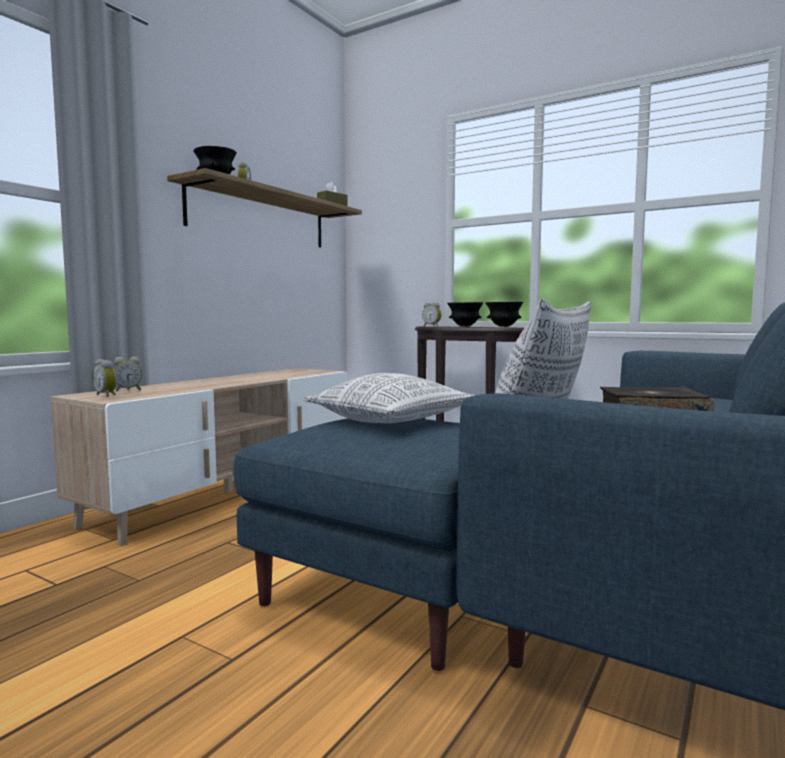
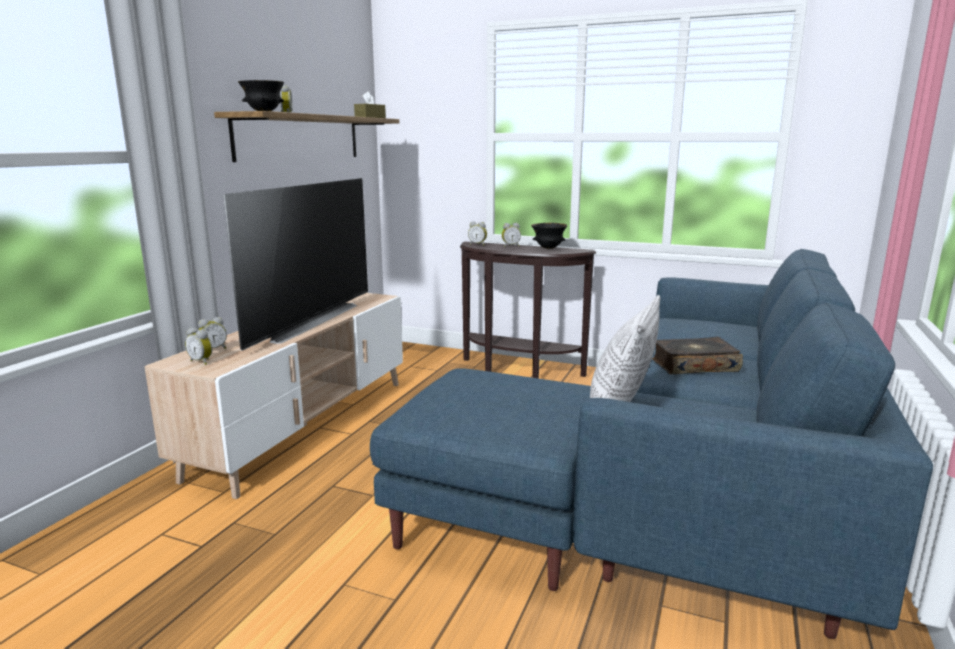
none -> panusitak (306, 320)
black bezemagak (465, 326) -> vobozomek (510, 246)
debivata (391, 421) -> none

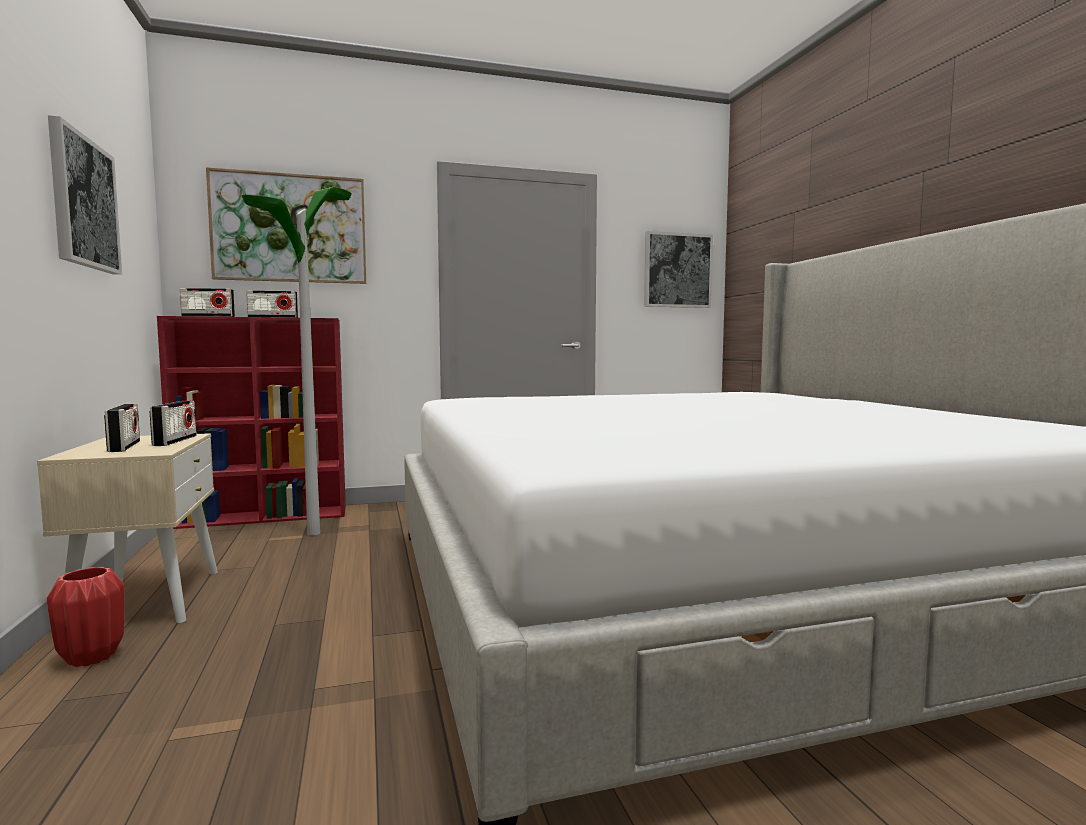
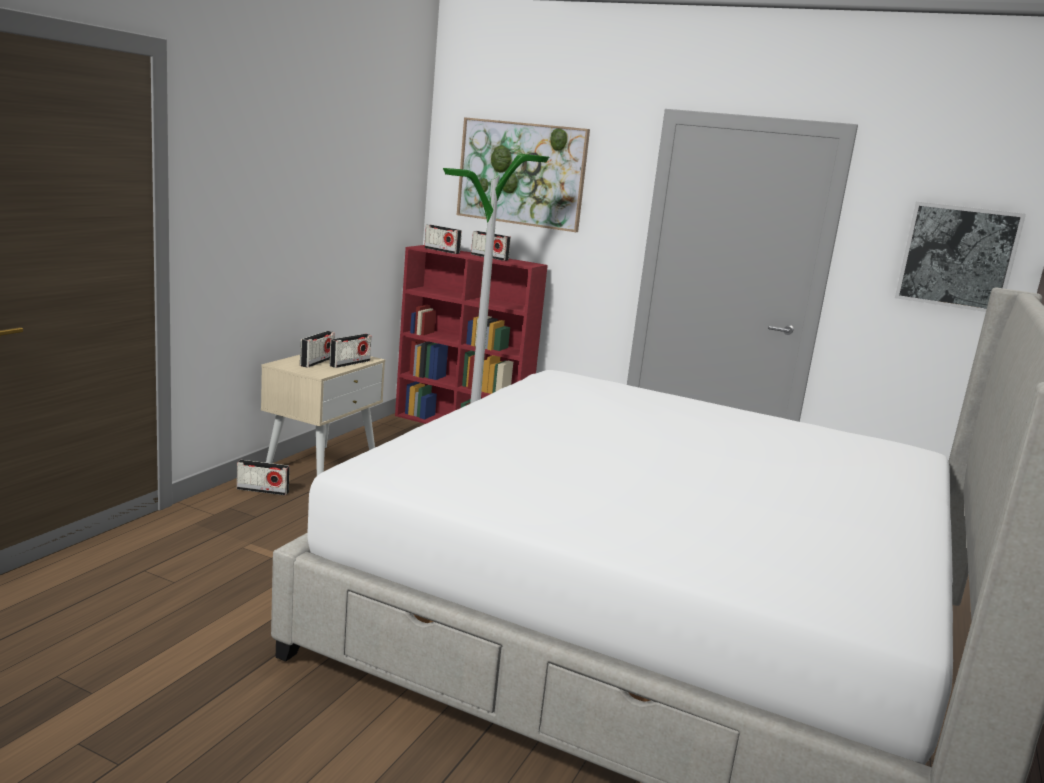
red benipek (92, 657) -> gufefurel (262, 490)
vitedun (83, 203) -> none

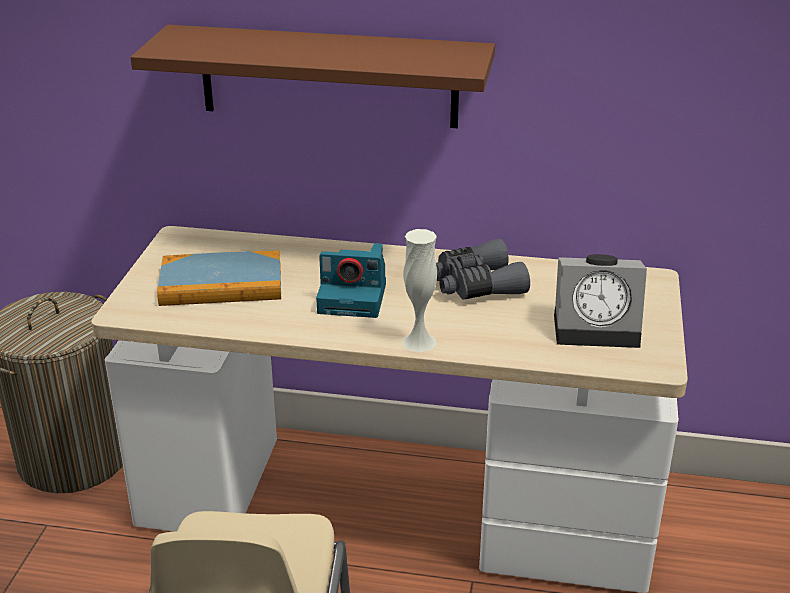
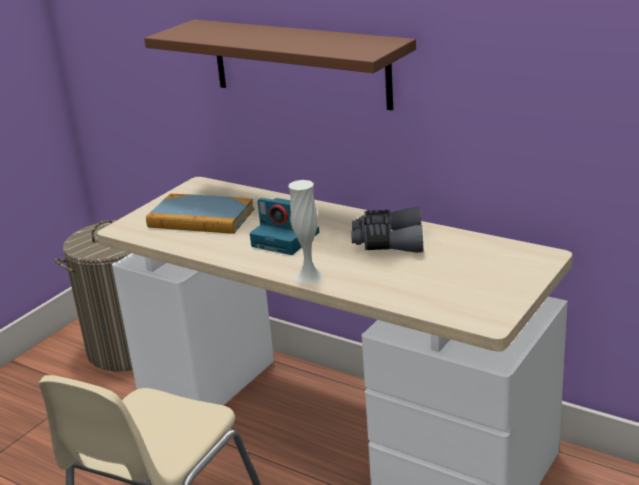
vobozomek (598, 328) -> none

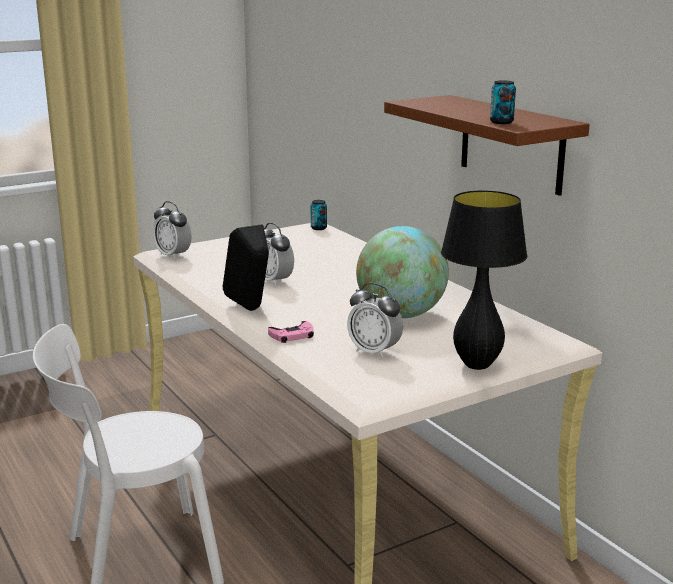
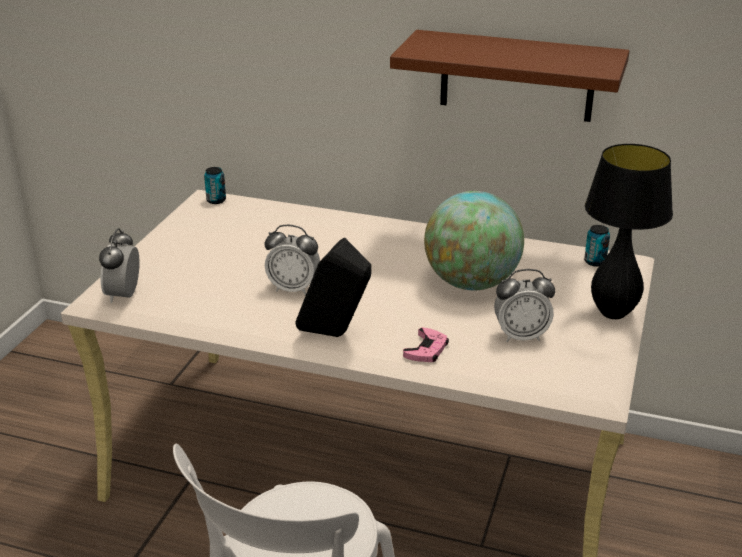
vobozomek (173, 255) -> vobozomek (124, 295), 90 degrees clockwise
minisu (501, 122) -> minisu (595, 262), moved

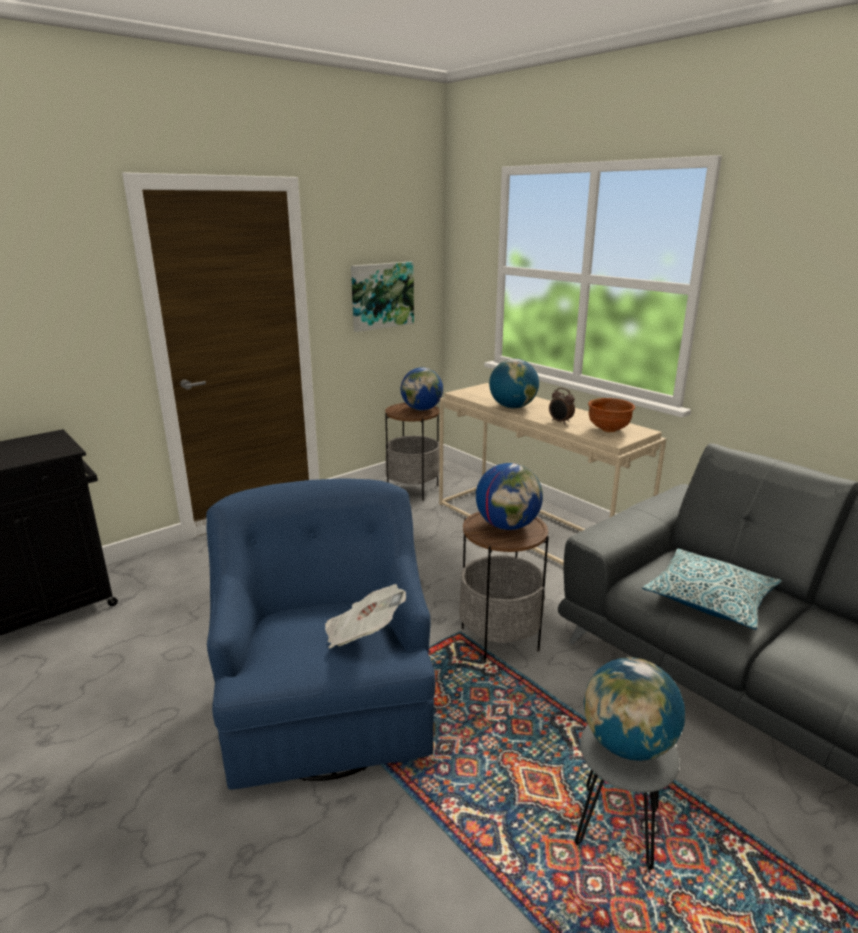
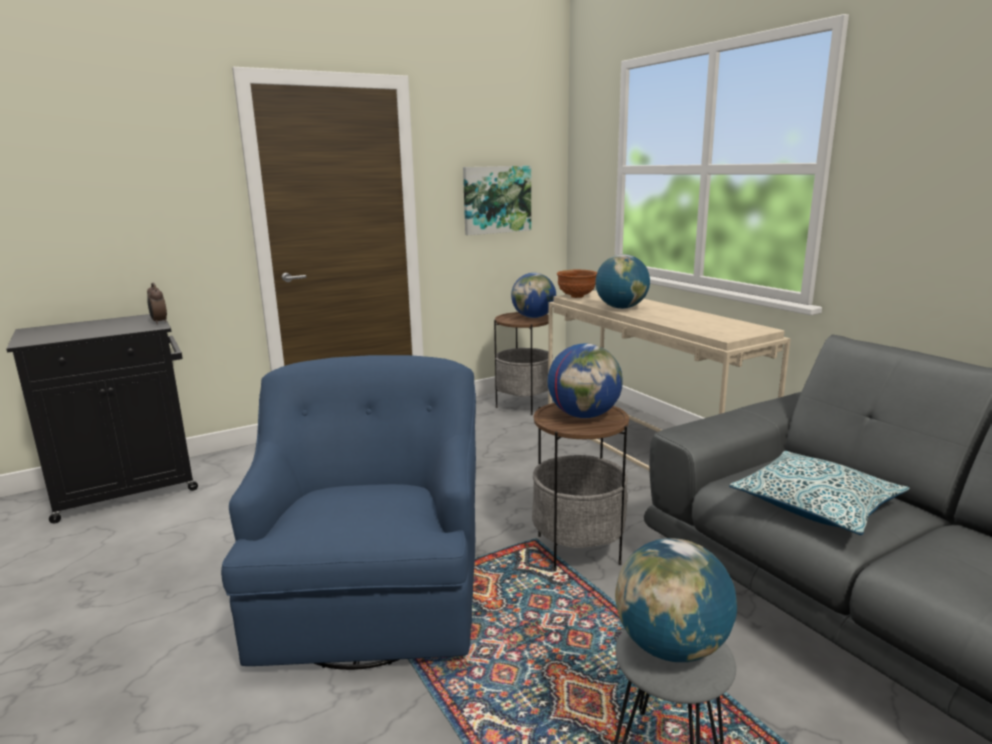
vobozomek (560, 422) -> vobozomek (159, 322), moved
brown bezemagak (608, 430) -> brown bezemagak (576, 296), moved
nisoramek (363, 634) -> none

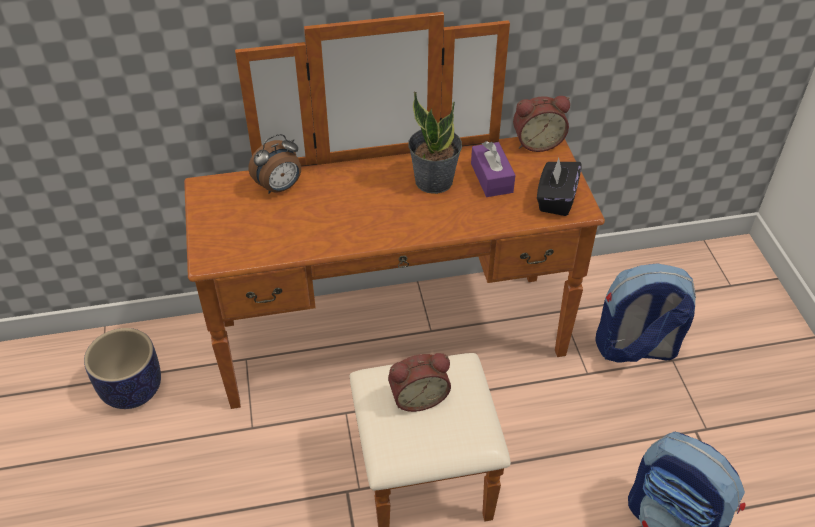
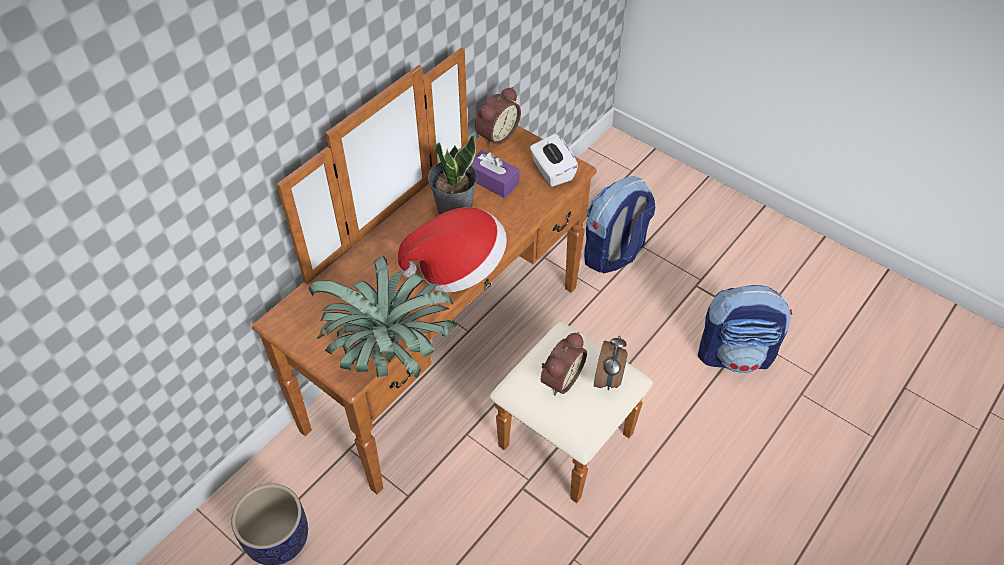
none -> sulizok (390, 348)
none -> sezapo (457, 268)
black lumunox (556, 199) -> white lumunox (552, 171)
vobozomek (280, 188) -> vobozomek (609, 379), moved

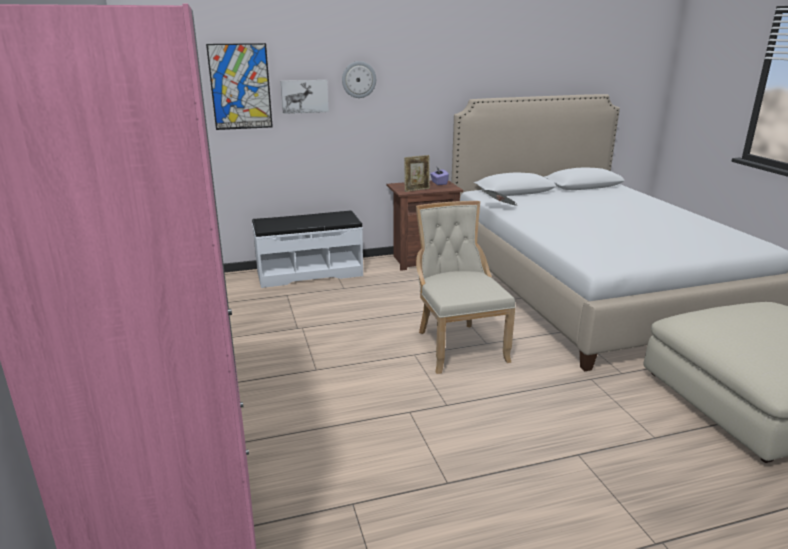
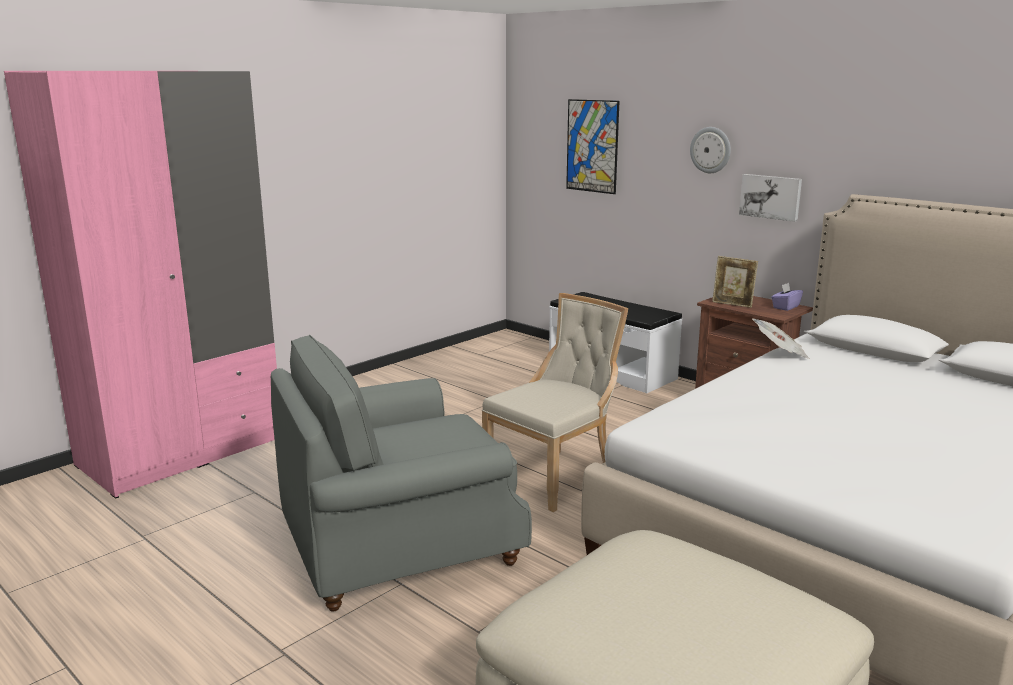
none -> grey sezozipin (399, 545)
vitedun (304, 96) -> vitedun (771, 197), moved

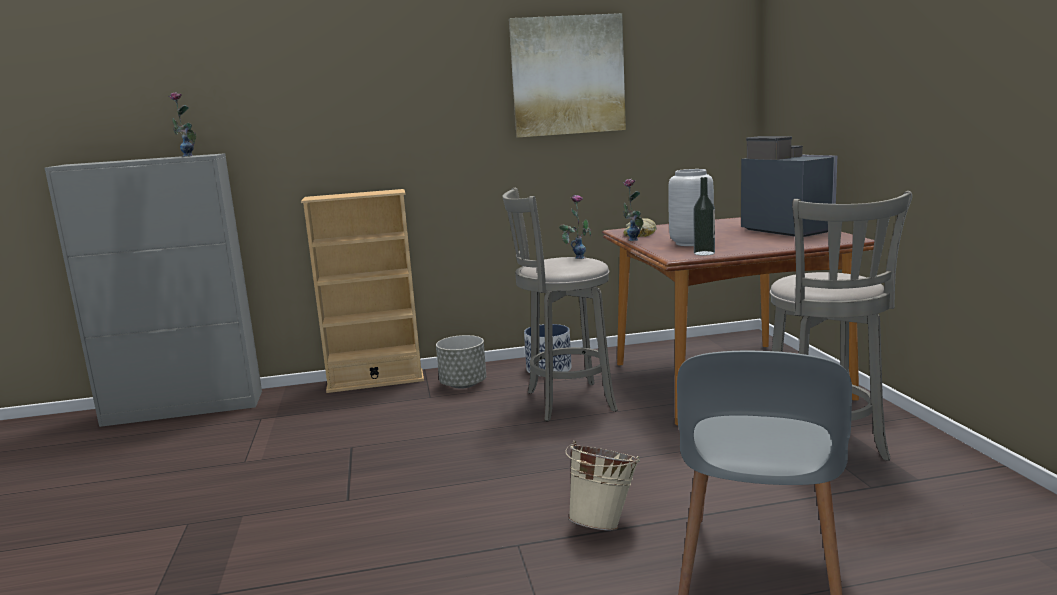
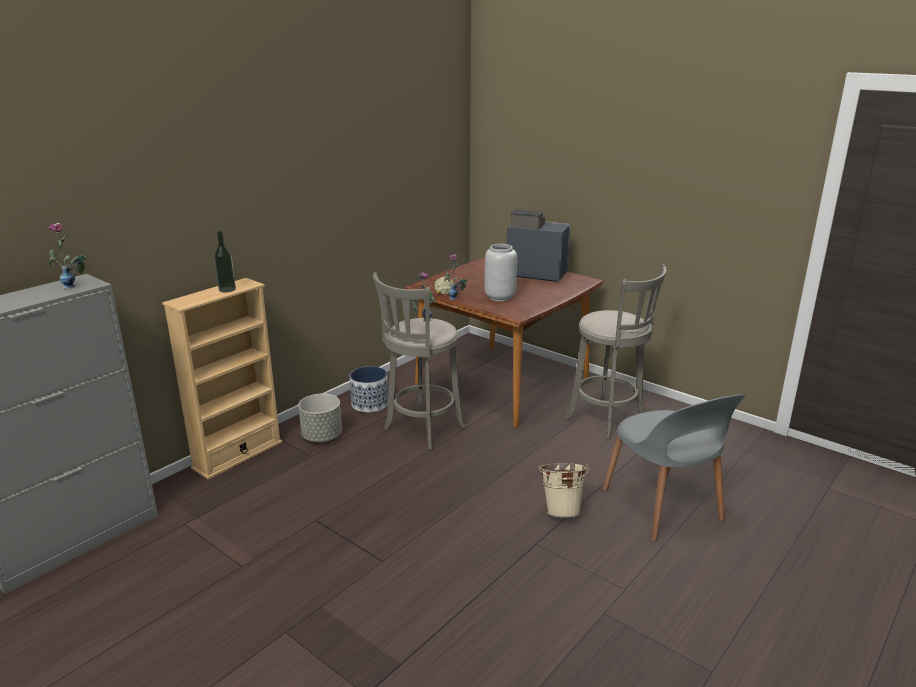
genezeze (704, 253) -> genezeze (227, 289), moved
vitedun (567, 76) -> none

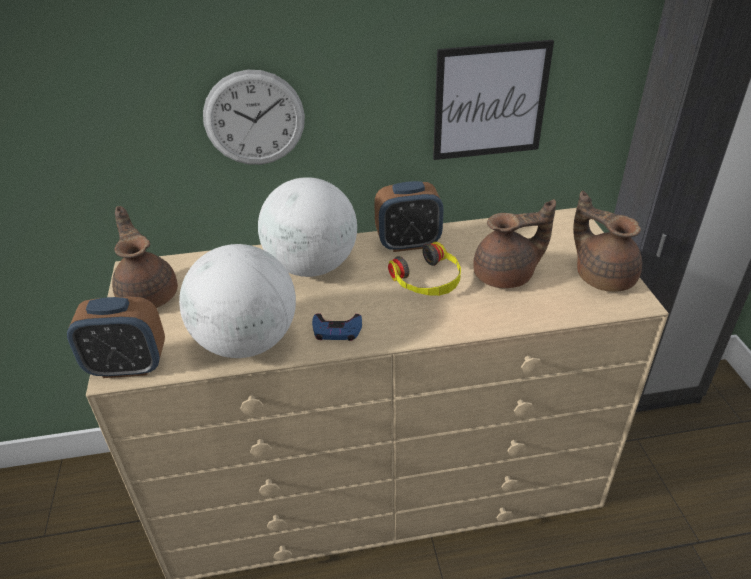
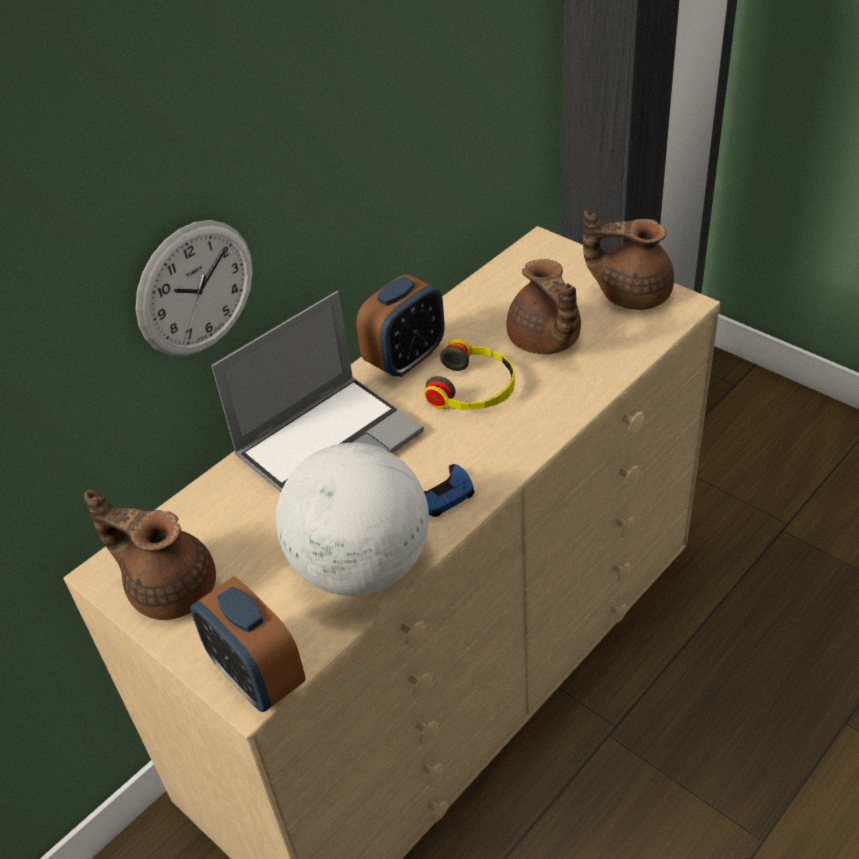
vobozomek (128, 366) -> vobozomek (257, 677), 90 degrees clockwise
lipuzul (312, 266) -> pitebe (329, 443)
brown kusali (506, 276) -> brown kusali (544, 342), 120 degrees clockwise
vitedun (490, 101) -> none

